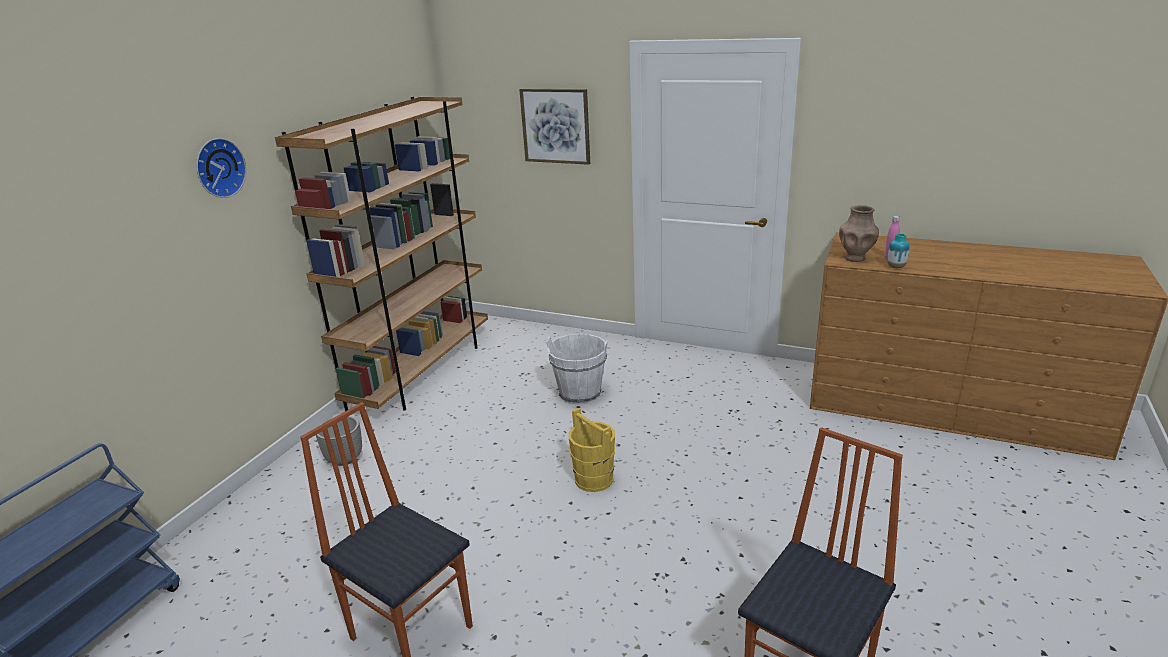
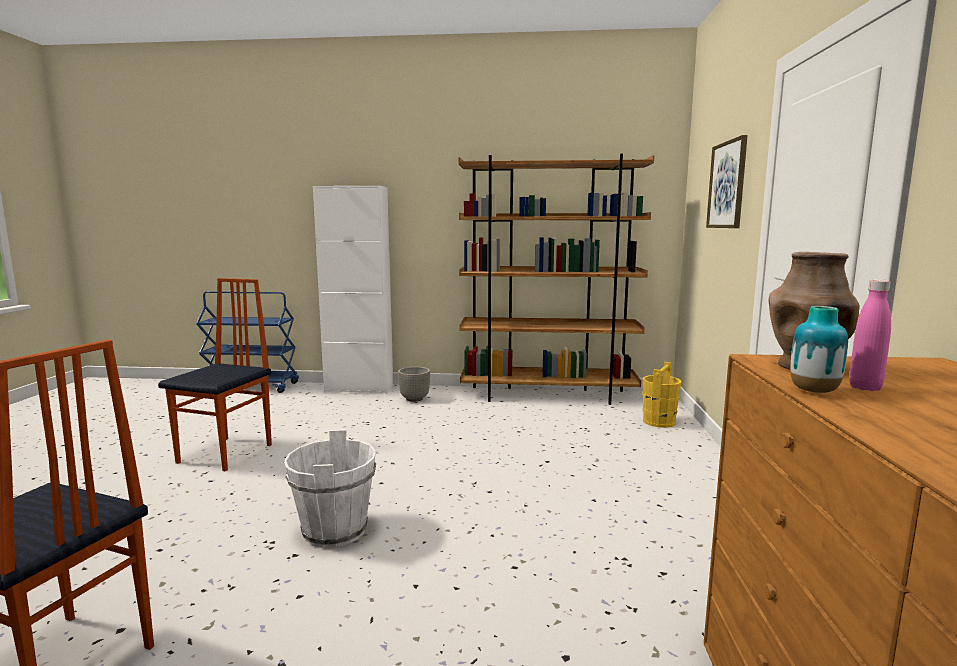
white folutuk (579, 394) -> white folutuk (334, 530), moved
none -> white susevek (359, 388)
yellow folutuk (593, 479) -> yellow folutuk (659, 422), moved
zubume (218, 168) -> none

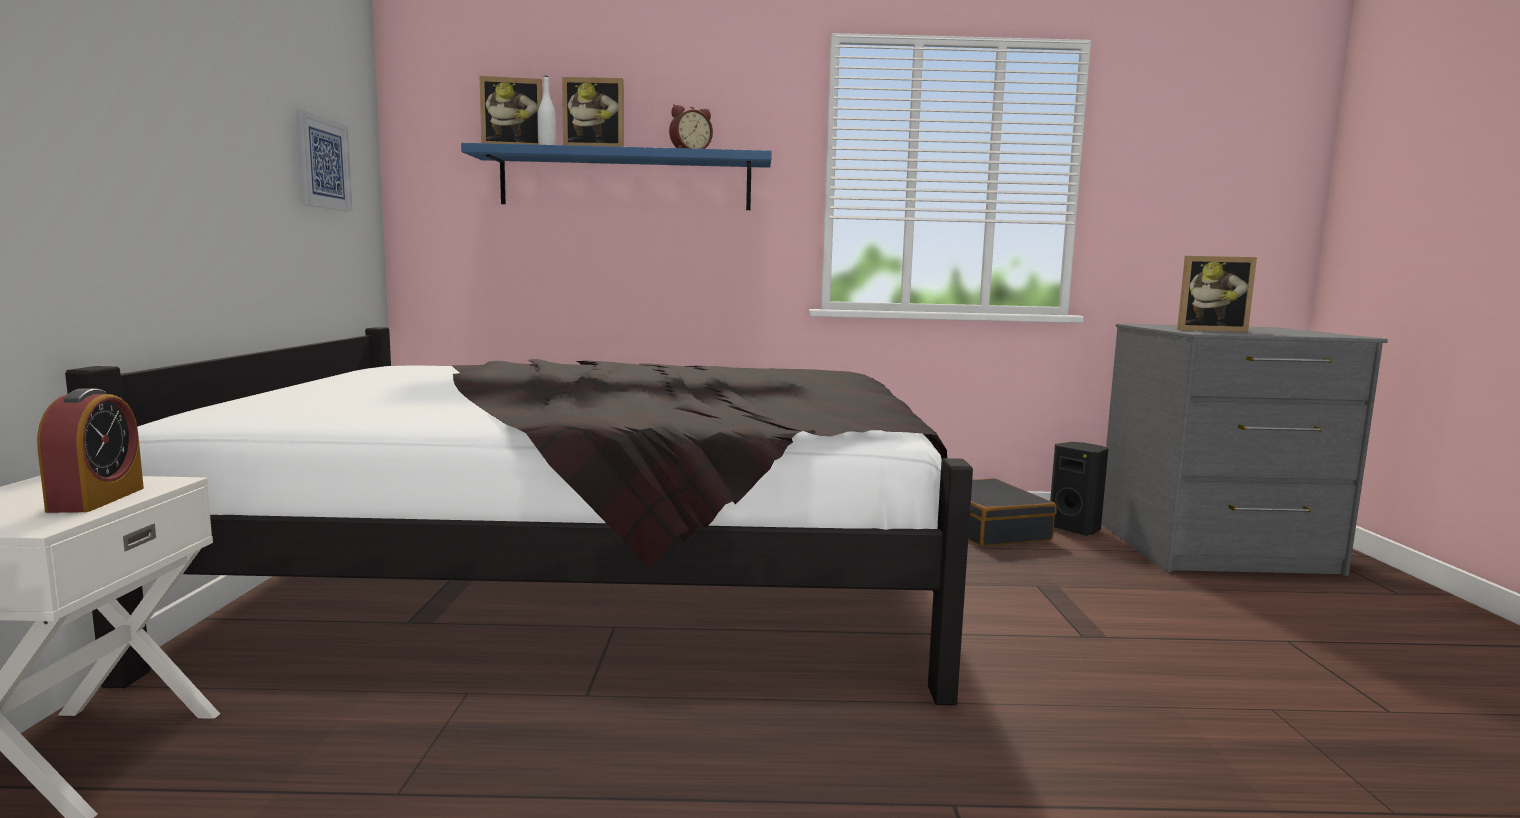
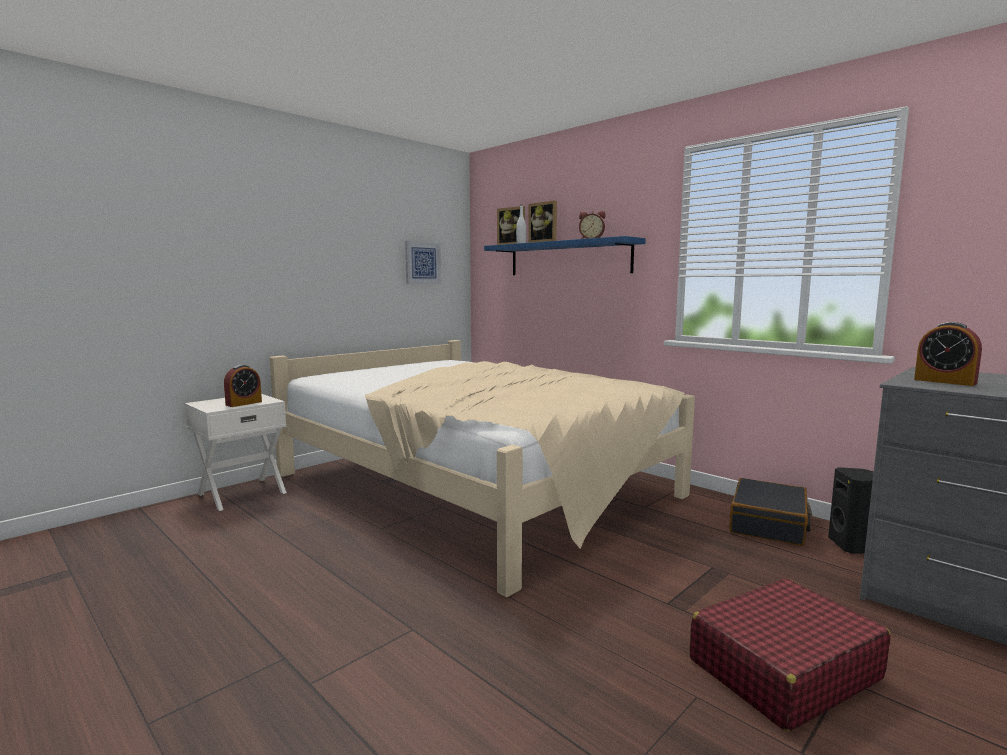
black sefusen (598, 579) -> beige sefusen (476, 485)
none -> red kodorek (783, 669)
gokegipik (1208, 330) -> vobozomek (945, 381)

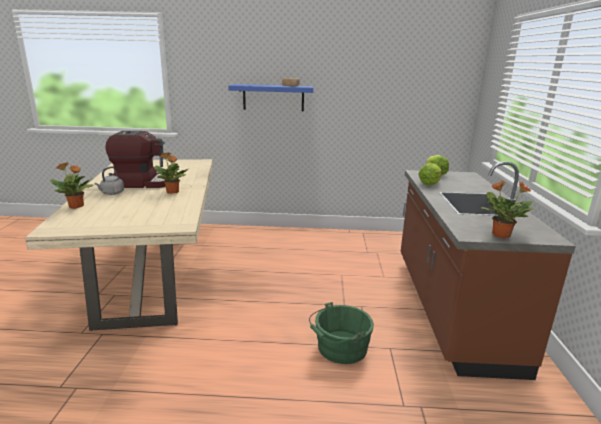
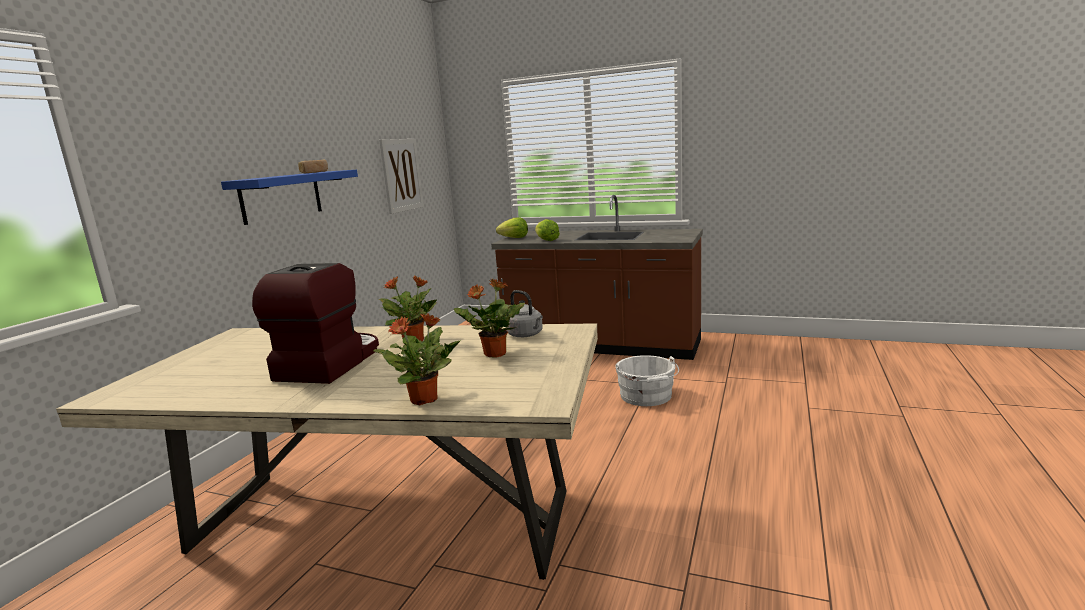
none -> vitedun (401, 175)
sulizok (500, 235) -> sulizok (494, 354), moved
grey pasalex (111, 193) -> grey pasalex (526, 335), moved
green folutuk (339, 348) -> white folutuk (647, 397)

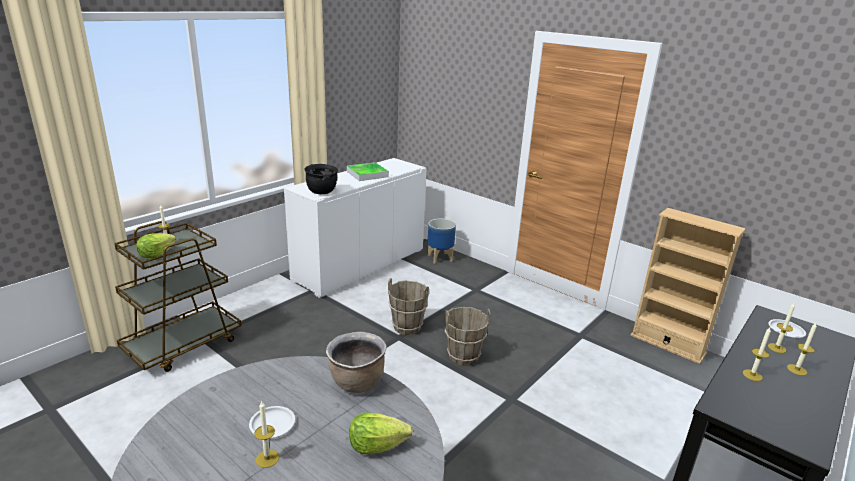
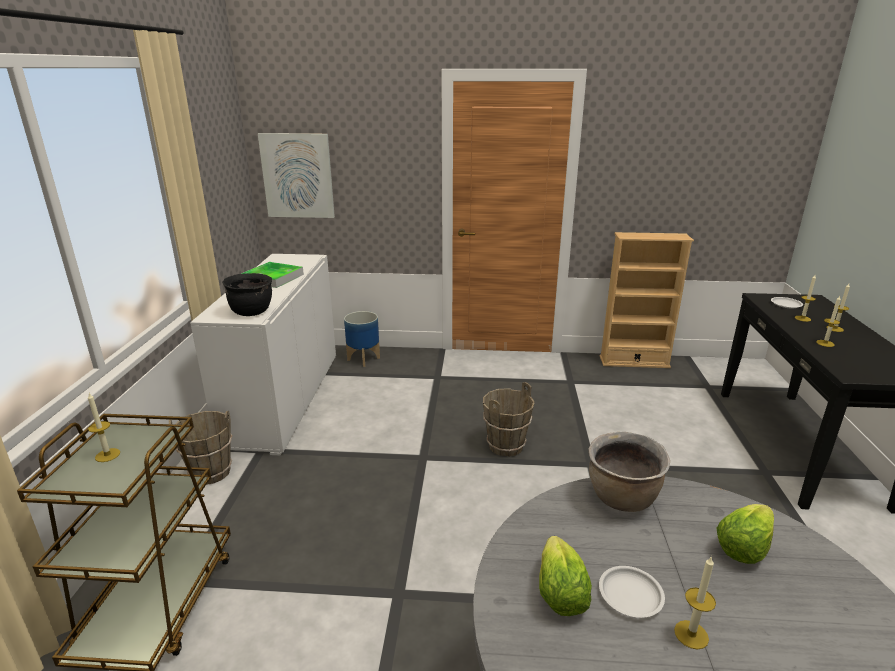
brown folutuk (407, 327) -> brown folutuk (211, 472), moved
none -> vitedun (298, 176)
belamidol (156, 255) -> belamidol (560, 594), moved

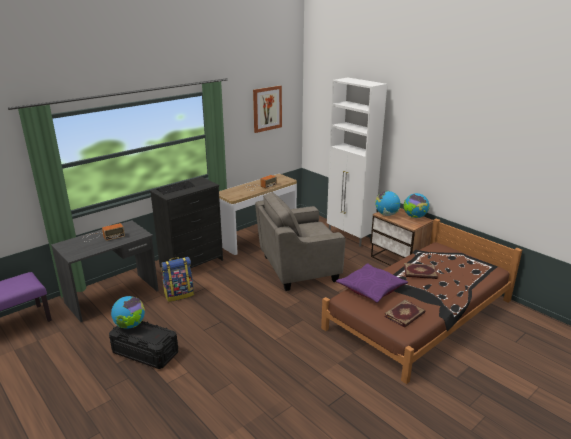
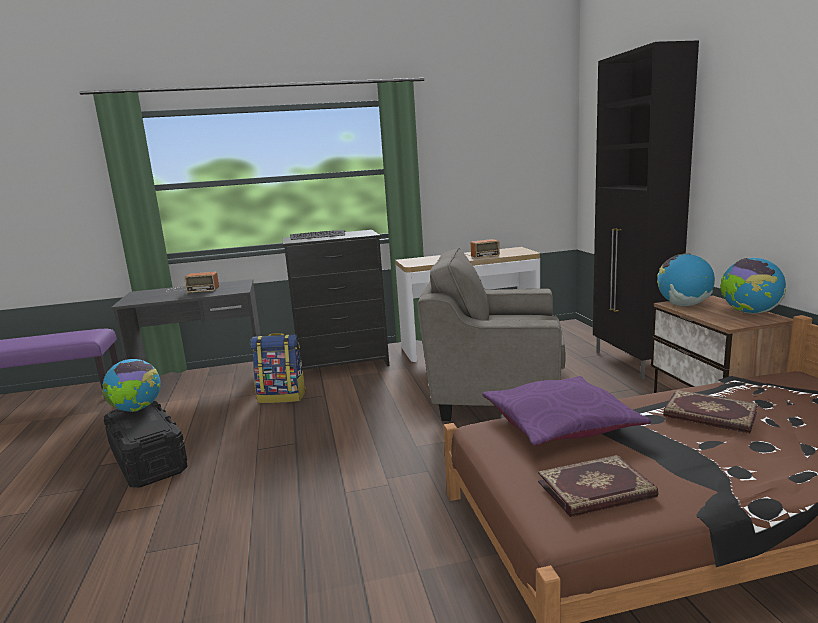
white susevek (350, 237) -> black susevek (632, 363)
vitedun (267, 108) -> none

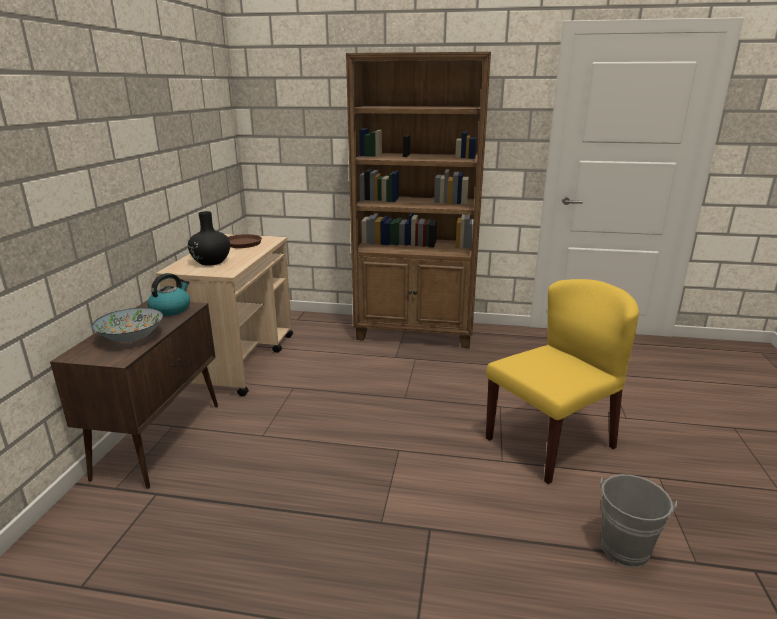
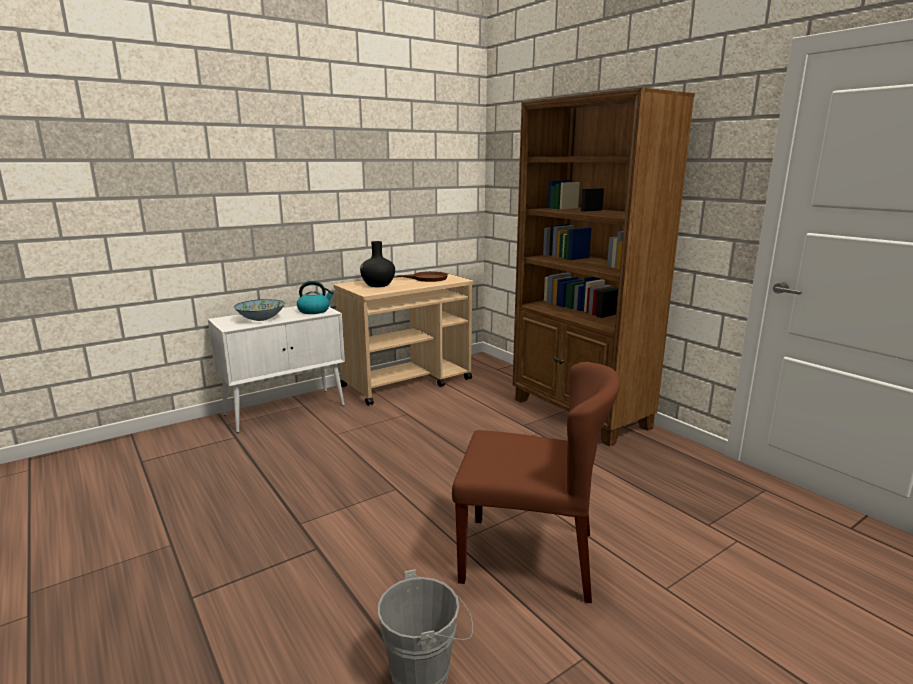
brown susevek (160, 439) -> white susevek (286, 409)
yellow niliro (550, 442) -> brown niliro (529, 556)

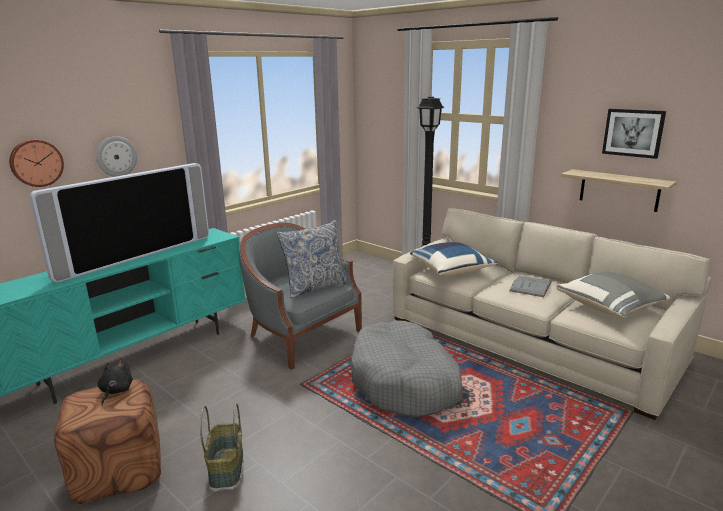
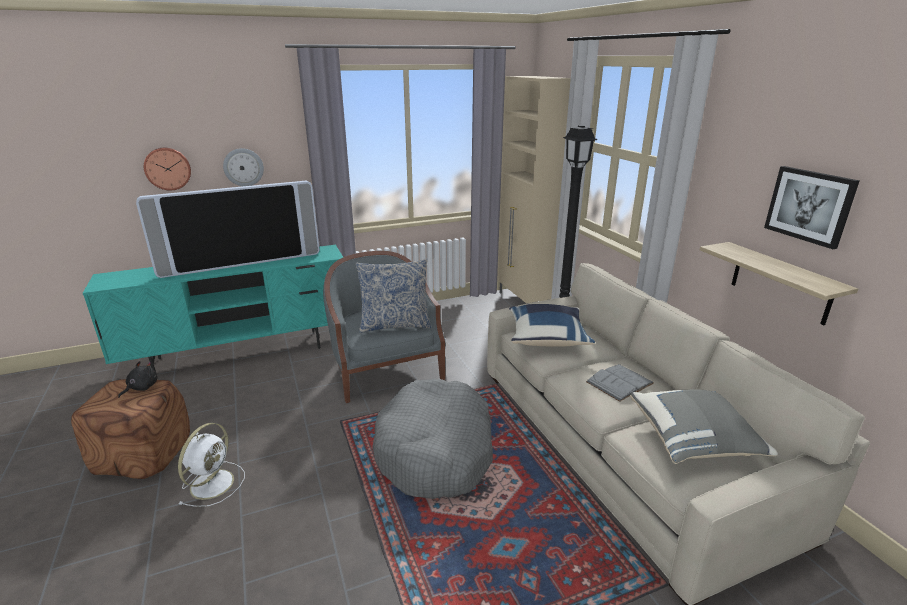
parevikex (226, 467) -> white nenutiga (213, 483)
none -> beige susevek (523, 302)

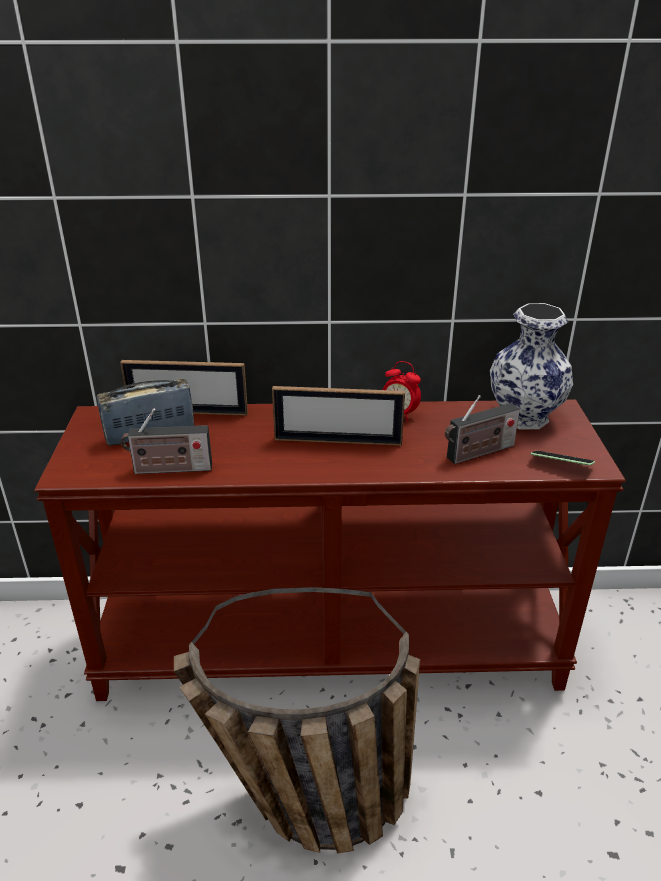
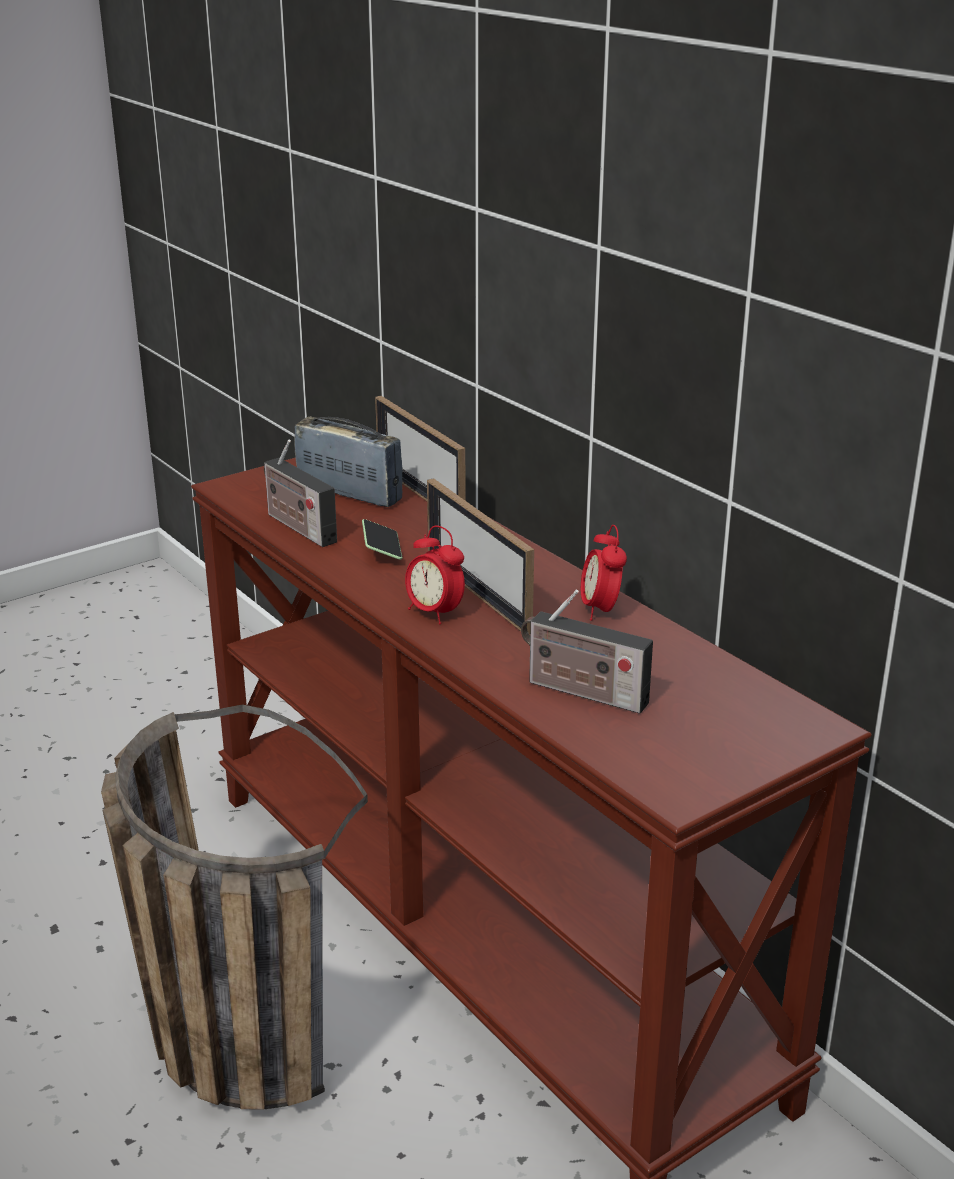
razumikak (561, 465) -> razumikak (382, 550), moved
none -> vobozomek (434, 613)
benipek (523, 417) -> none

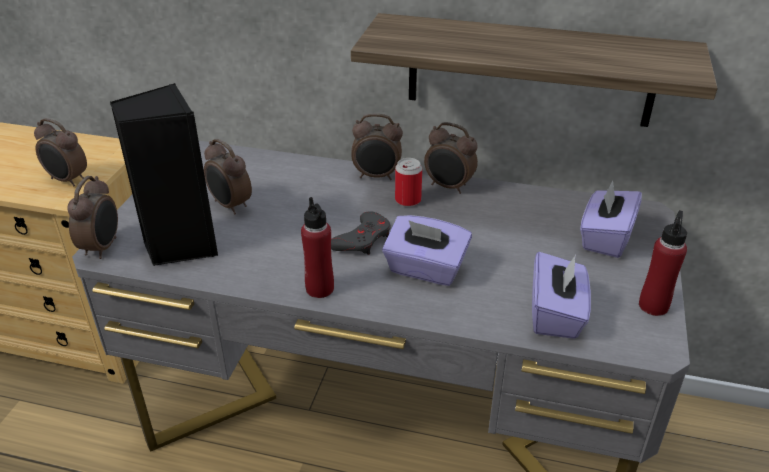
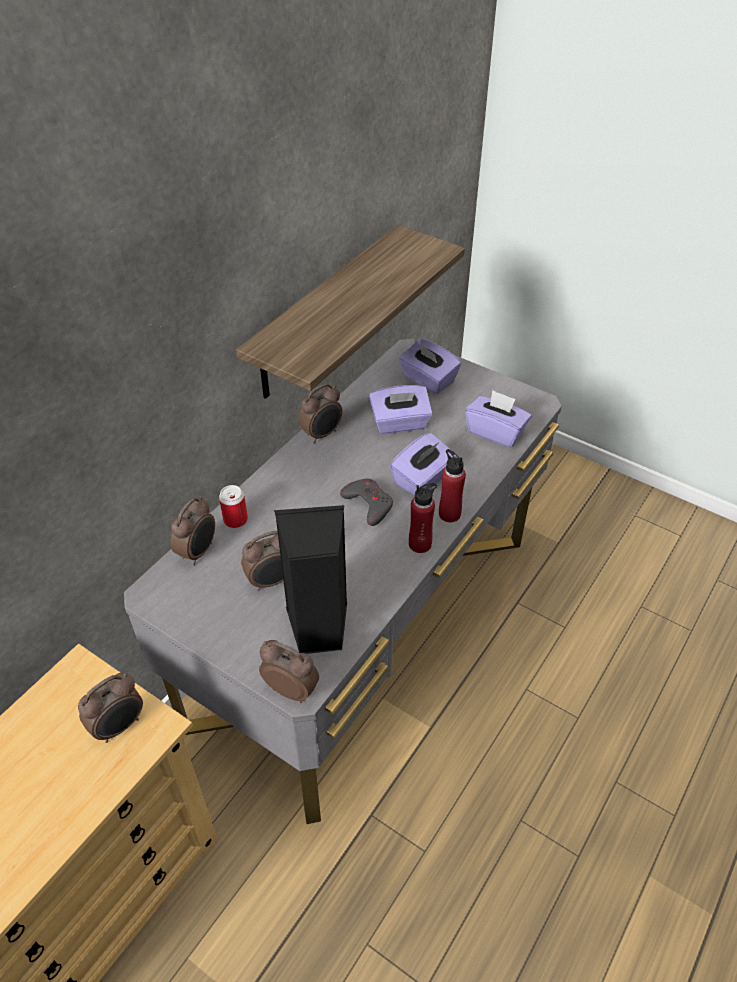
vobozomek (377, 176) -> vobozomek (198, 552), moved
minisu (408, 200) -> minisu (235, 520), moved
none -> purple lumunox (400, 423)
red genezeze (653, 306) -> red genezeze (449, 514), moved

